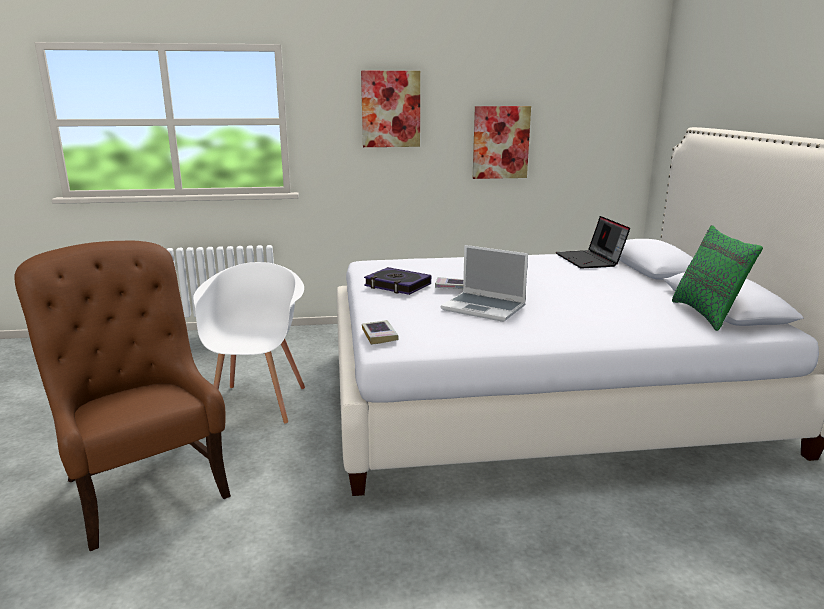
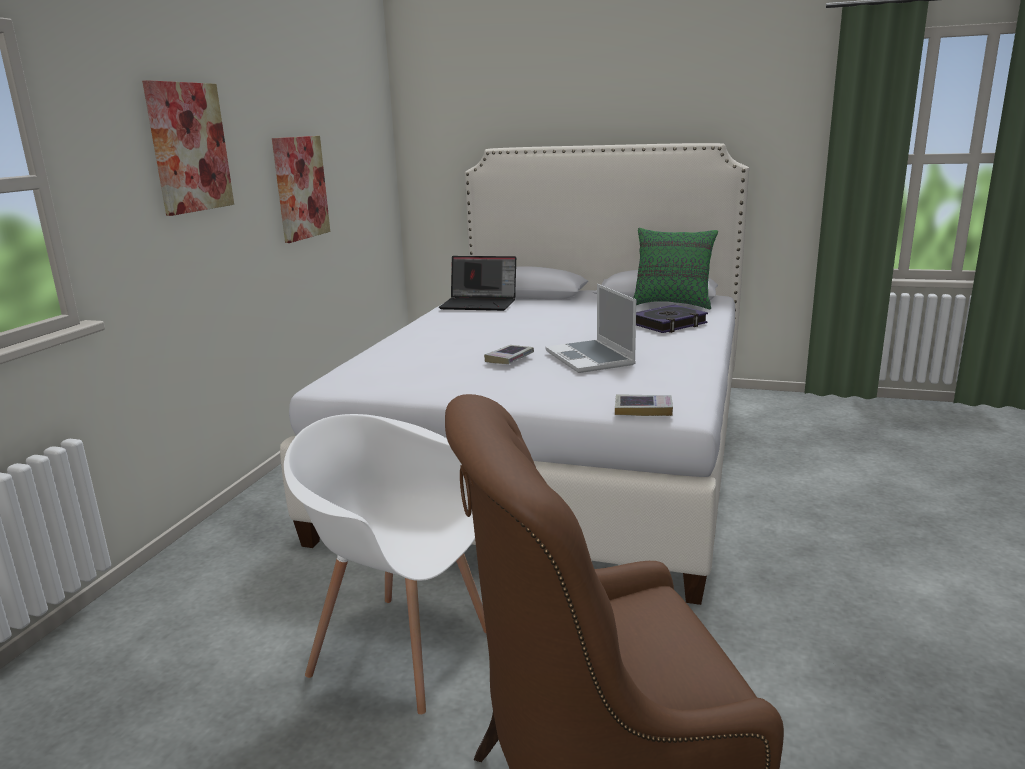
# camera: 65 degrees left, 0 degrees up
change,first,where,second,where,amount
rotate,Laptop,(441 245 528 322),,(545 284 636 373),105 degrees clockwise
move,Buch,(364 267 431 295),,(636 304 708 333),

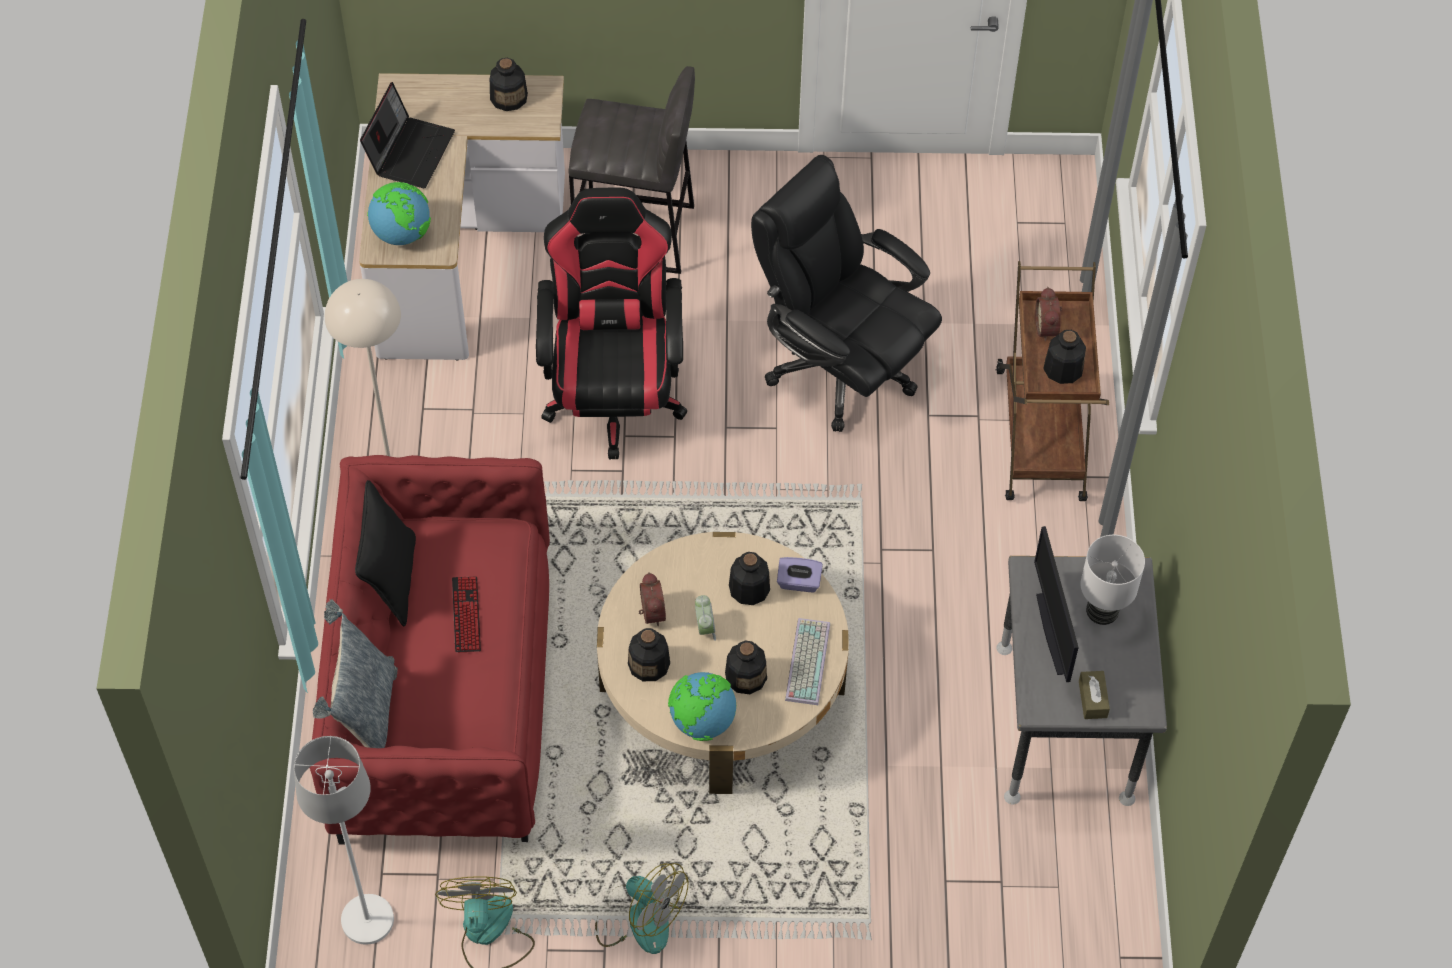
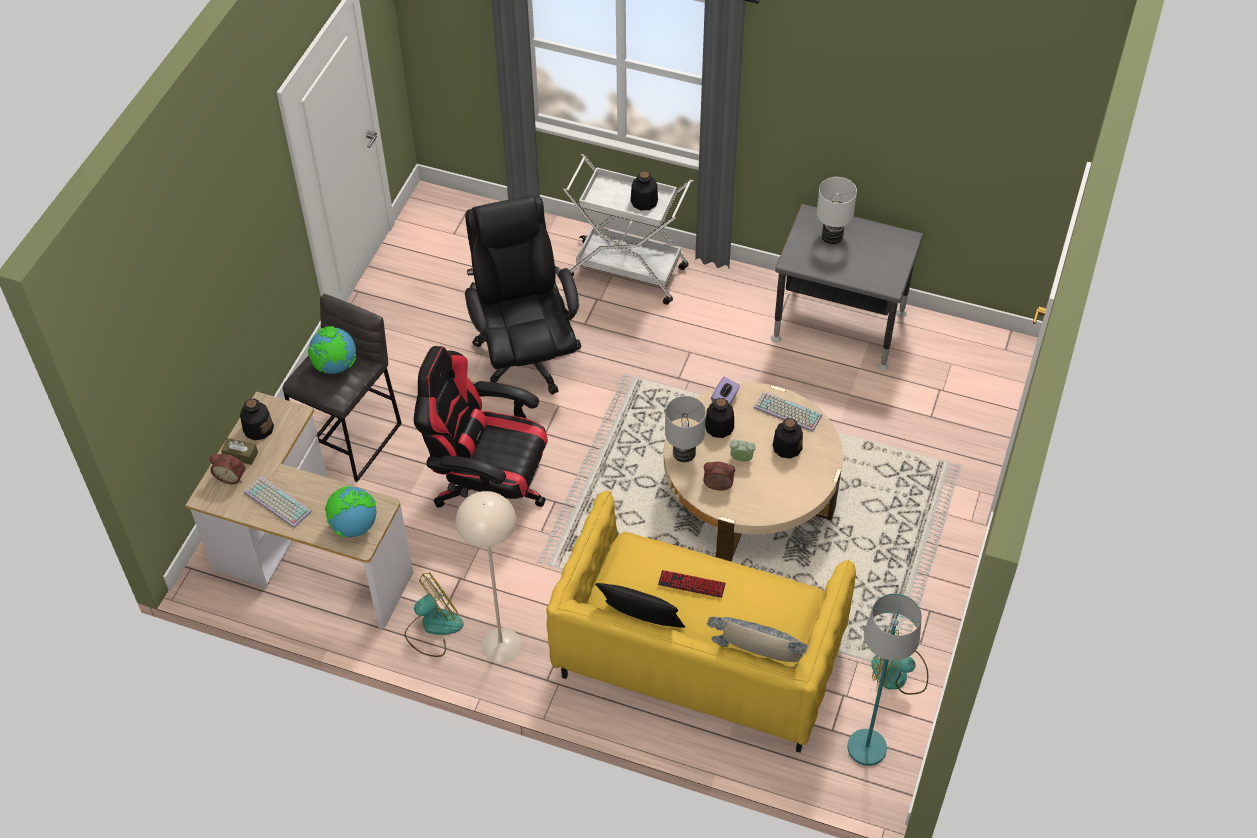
# camera: 70 degrees left, 5 degrees down
change,first,where,second,where,amount
move,Wecker,(1035 287 1062 341),,(210 454 245 484),
move,Taschentuchbox (braun),(1079 671 1110 719),,(221 438 258 465),
replace,Laptop,(360 82 455 188),Tastatur,(244 476 312 528),
move,Globus,(668 672 736 741),,(308 326 356 374),
move,Ventilator,(595 863 688 954),,(405 572 463 657),
rotate,Bürostuhl (schwarz),(751 155 942 432),,(465 195 581 395),105 degrees clockwise
recolor,Sofa (rot),(310 455 550 845),Sofa (gelb),(546 491 856 752),
recolor,Rollwagen (braun),(996 261 1109 501),Rollwagen (weiß),(563 154 694 305),
insert,,,Tischlampe (grau),(665 396 706 462),
recolor,Stehlampe (weiß),(294 736 394 945),Stehlampe (türkis),(847 593 922 766),
delete,Flasche,(628 628 670 681),,,
delete,Monitor,(1034 526 1079 682),,,

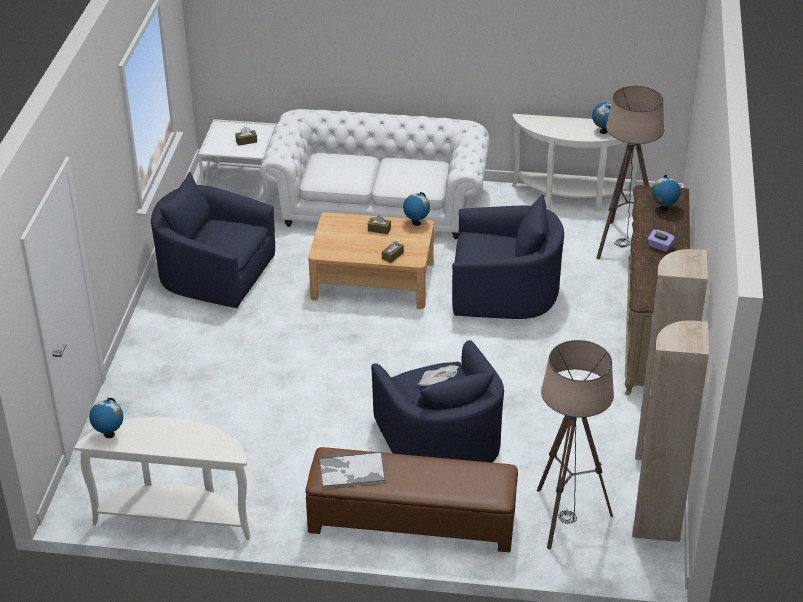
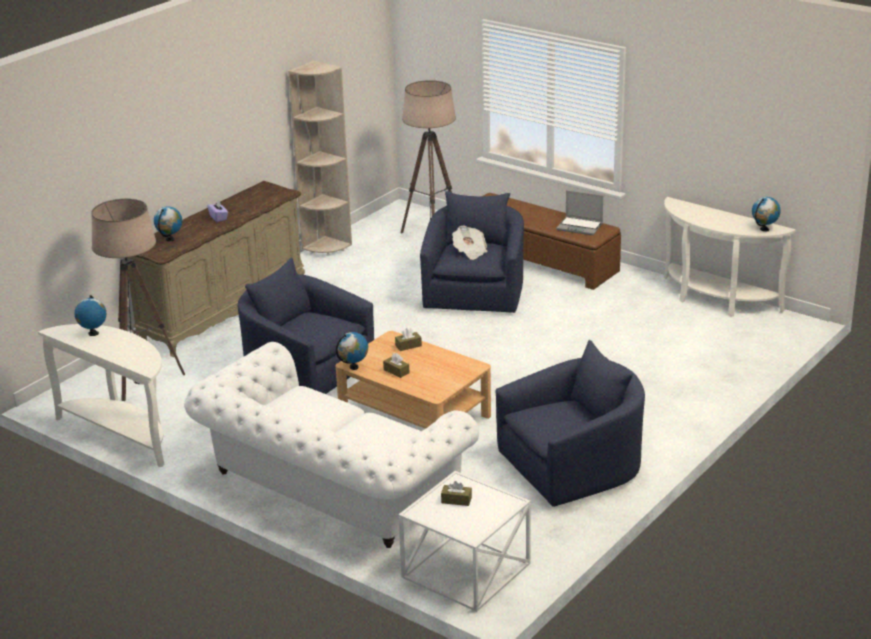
# camera: 150 degrees left, 10 degrees down
change,first,where,second,where,amount
rotate,Sessel (blau),(151 172 275 308),,(496 340 645 507),75 degrees counterclockwise
replace,Tablett,(319 452 386 488),Laptop,(556 190 603 235),
delete,Bücherregal (beige),(632 320 709 542),,,

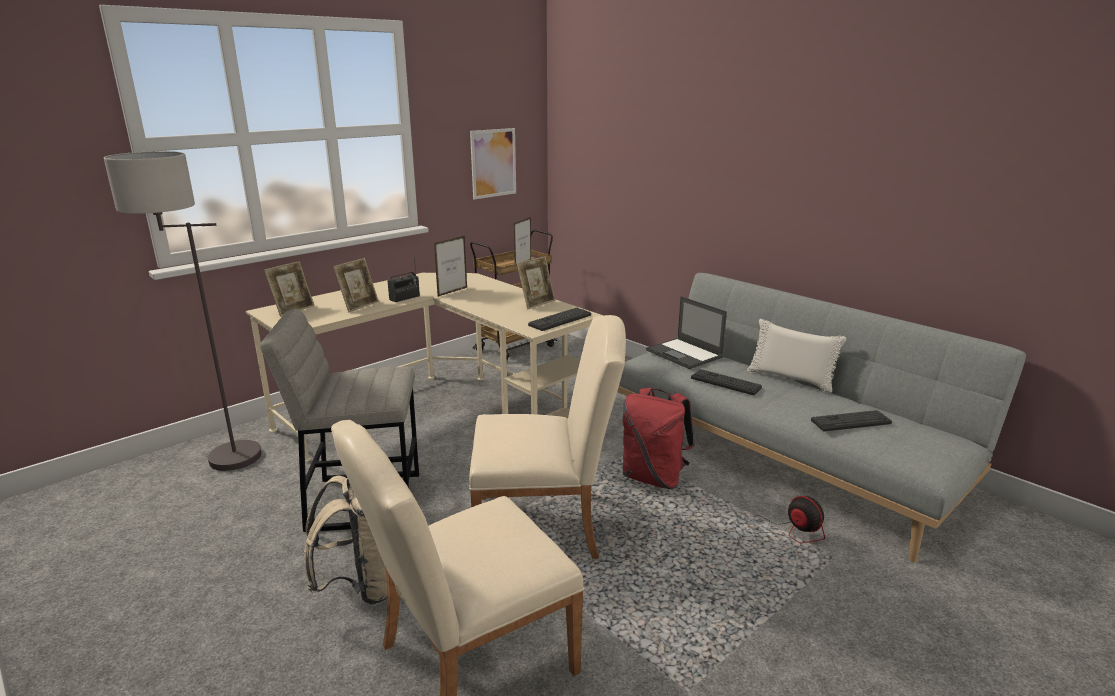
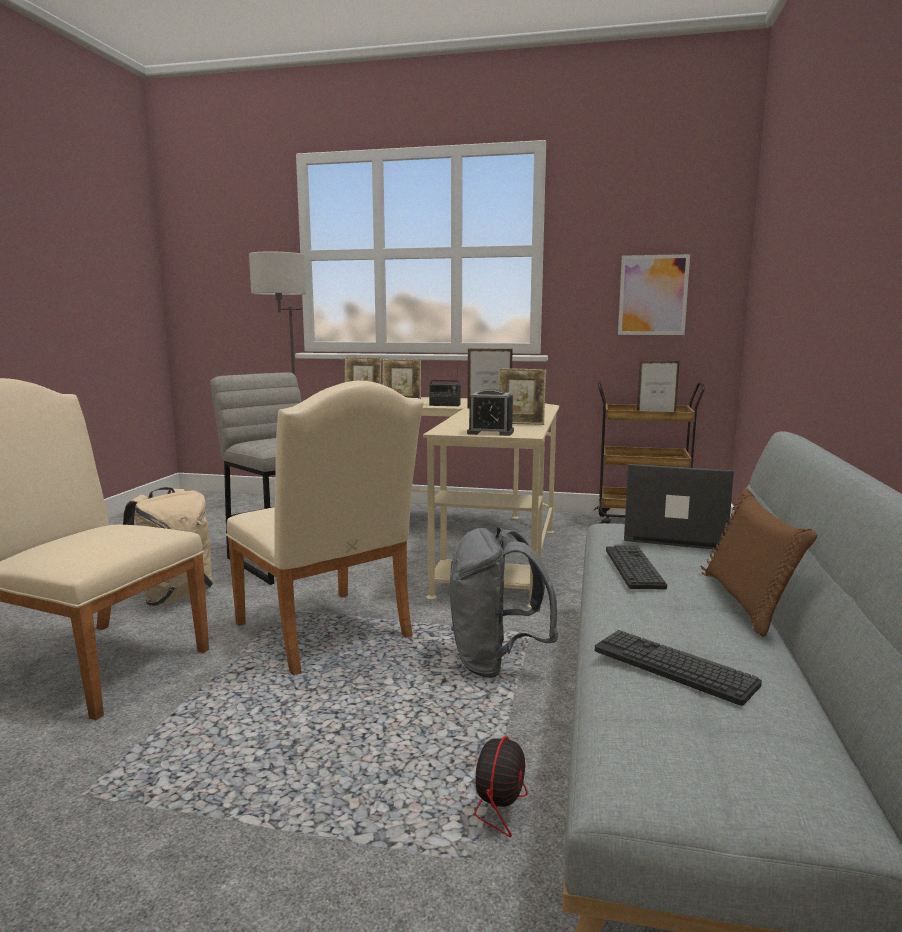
# camera: 55 degrees right, 10 degrees down
change,first,where,second,where,amount
recolor,Rucksack (rot),(622 388 695 489),Rucksack (grau),(450 527 559 678),
replace,Tastatur,(528 308 591 331),Wecker,(467 389 514 436),
rotate,Laptop,(646 296 727 369),,(624 464 734 550),90 degrees clockwise
recolor,Kissen (weiß),(747 319 846 393),Kissen (braun),(701 489 817 637),

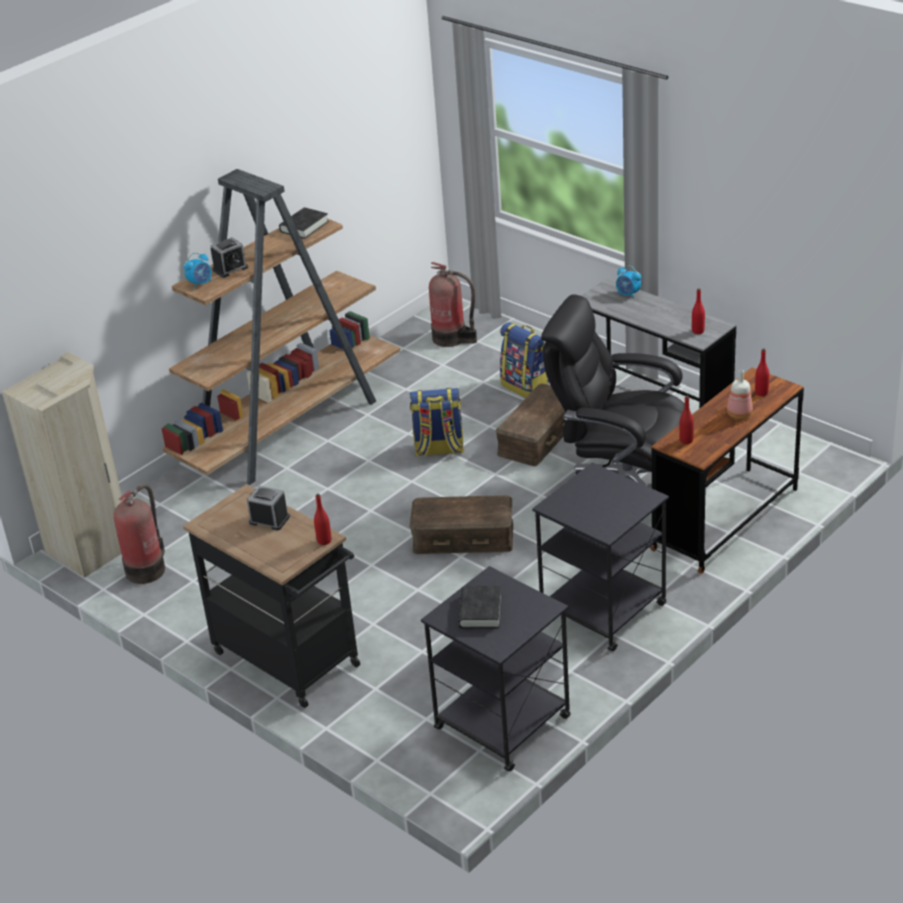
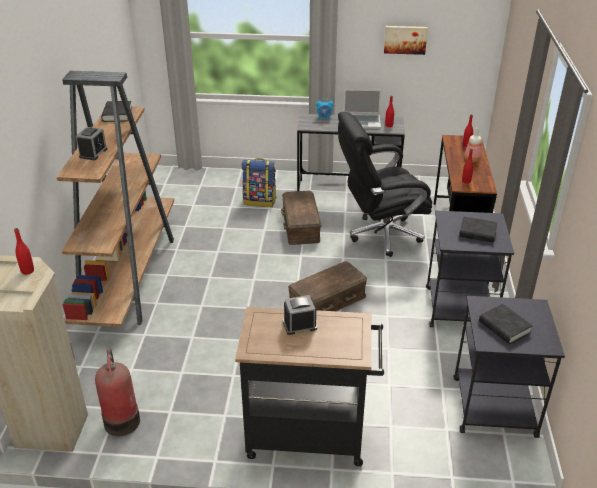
# camera: 40 degrees left, 0 degrees up
change,first,where,second,where,amount
move,Flasche (rot),(314 494 331 545),,(14 228 34 275),
insert,,,Laptop,(343 89 381 129),
insert,,,Bild,(384 26 428 55),
insert,,,Buch (schwarz),(459 217 497 243),
delete,Wecker,(183 253 212 289),,,
delete,Rucksack,(410 388 464 457),,,
delete,Feuerlöscher,(429 262 477 347),,,

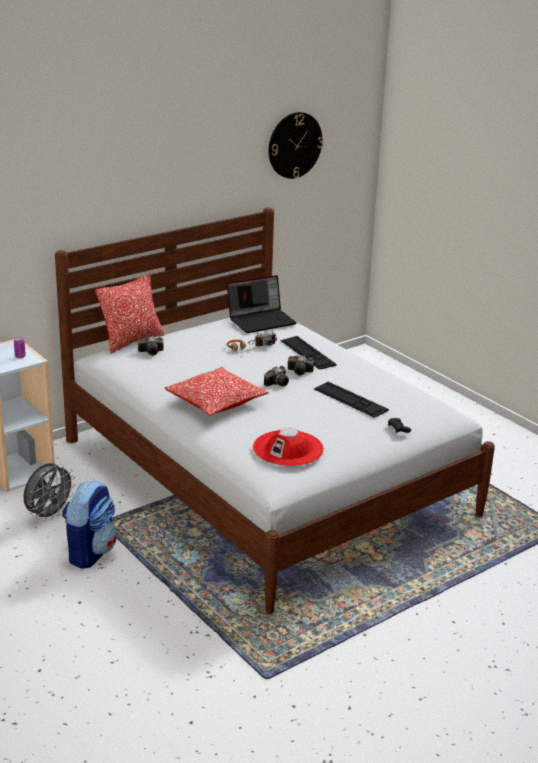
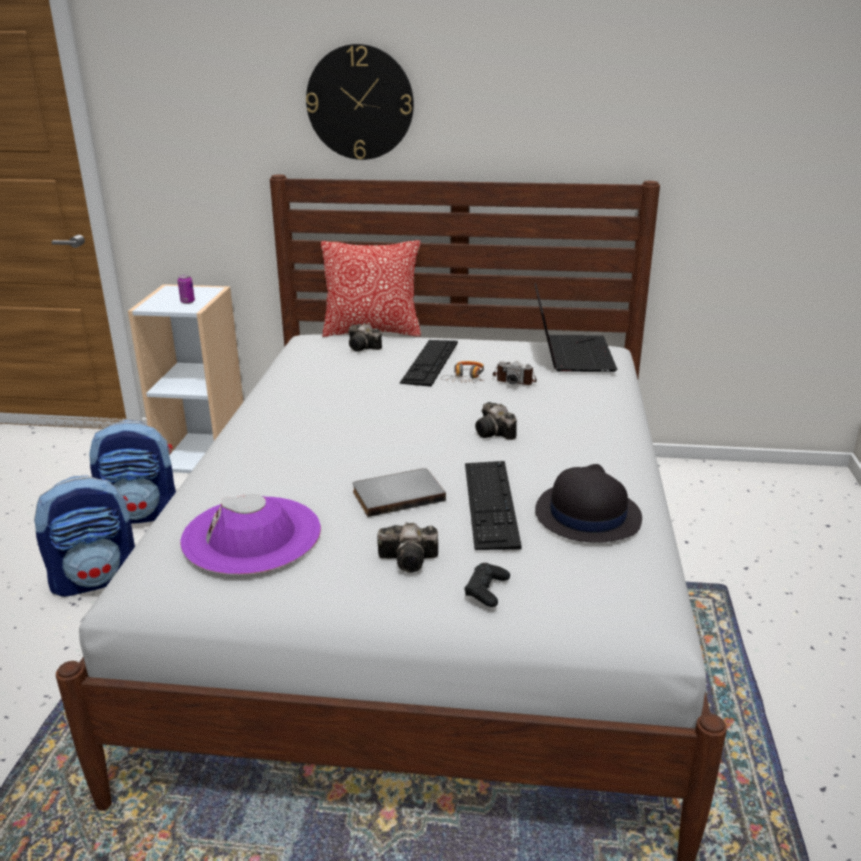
# camera: 45 degrees right, 0 degrees up
change,first,where,second,where,amount
replace,Ventilator (grau),(23 463 76 522),Rucksack,(89 420 176 524),
recolor,Hut (rot),(253 427 324 466),Hut (lila),(181 494 321 575),
move,Wanduhr,(269 112 323 179),,(306 44 414 160),
insert,,,Buch (grau),(352 468 446 517),
move,Kamera,(264 366 289 386),,(377 522 438 573),
move,Tastatur,(281 336 337 370),,(400 340 458 387),
rotate,Laptop,(227 275 297 333),,(535 283 617 372),105 degrees counterclockwise
insert,,,Hut (schwarz),(535 464 642 543),
delete,Kissen,(164 367 268 416),,,

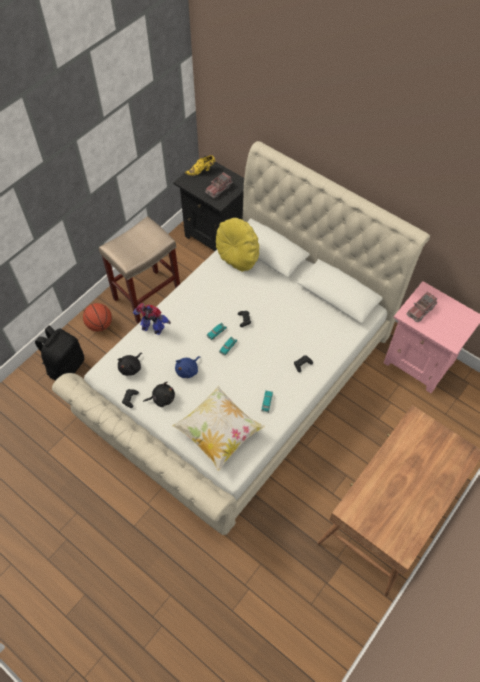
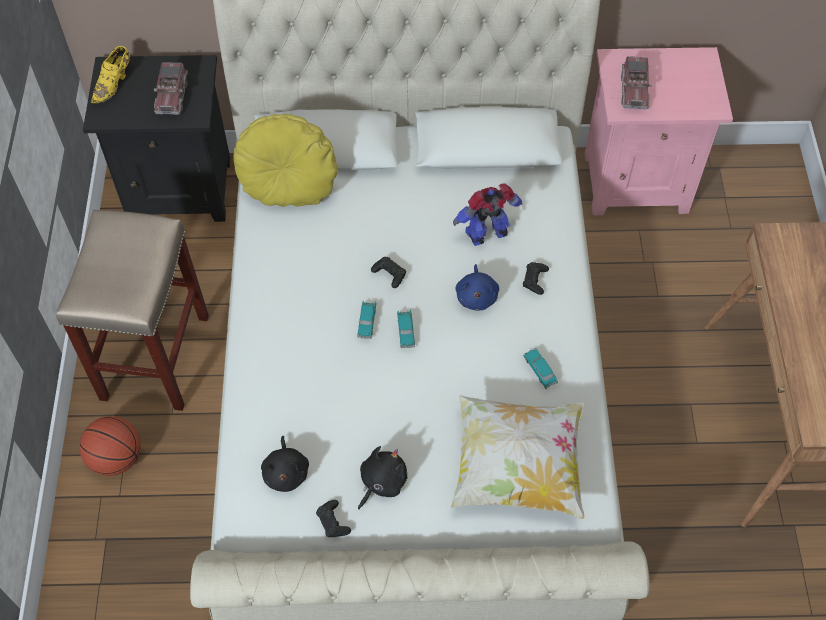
# camera: 40 degrees left, 0 degrees up
change,first,where,second,where,amount
move,Spielzeugroboter,(133 303 171 335),,(453 183 522 246),
move,Plüschtier (blau),(175 356 200 378),,(455 264 499 311),
delete,Rucksack (schwarz),(35 326 84 381),,,

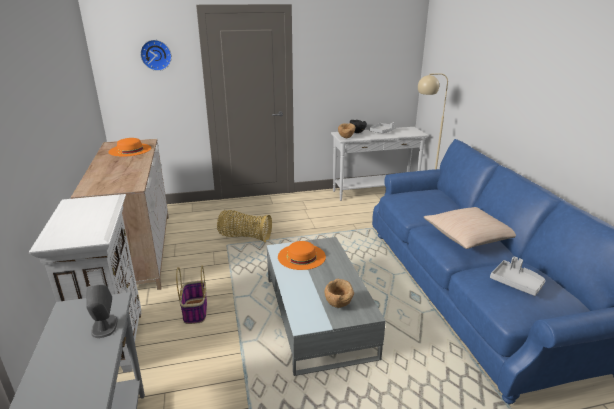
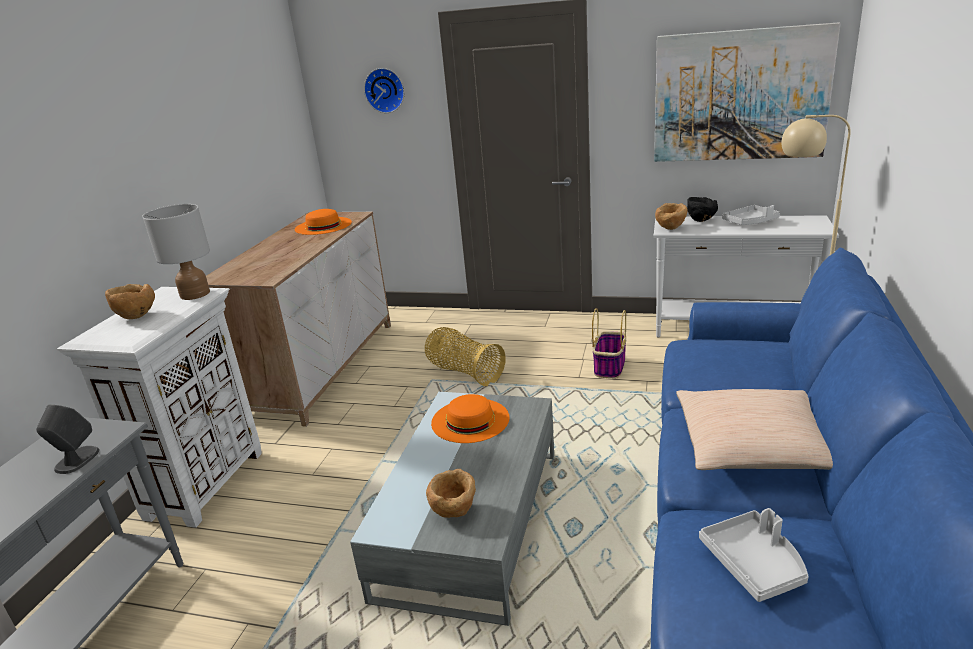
# camera: 30 degrees right, 0 degrees up
change,first,where,second,where,amount
insert,,,Schüssel (braun),(105 284 155 319),
insert,,,Tischlampe (grau),(142 204 210 300),
move,Korb,(176 266 207 324),,(592 308 626 379),
insert,,,Bild,(654 22 840 162),

